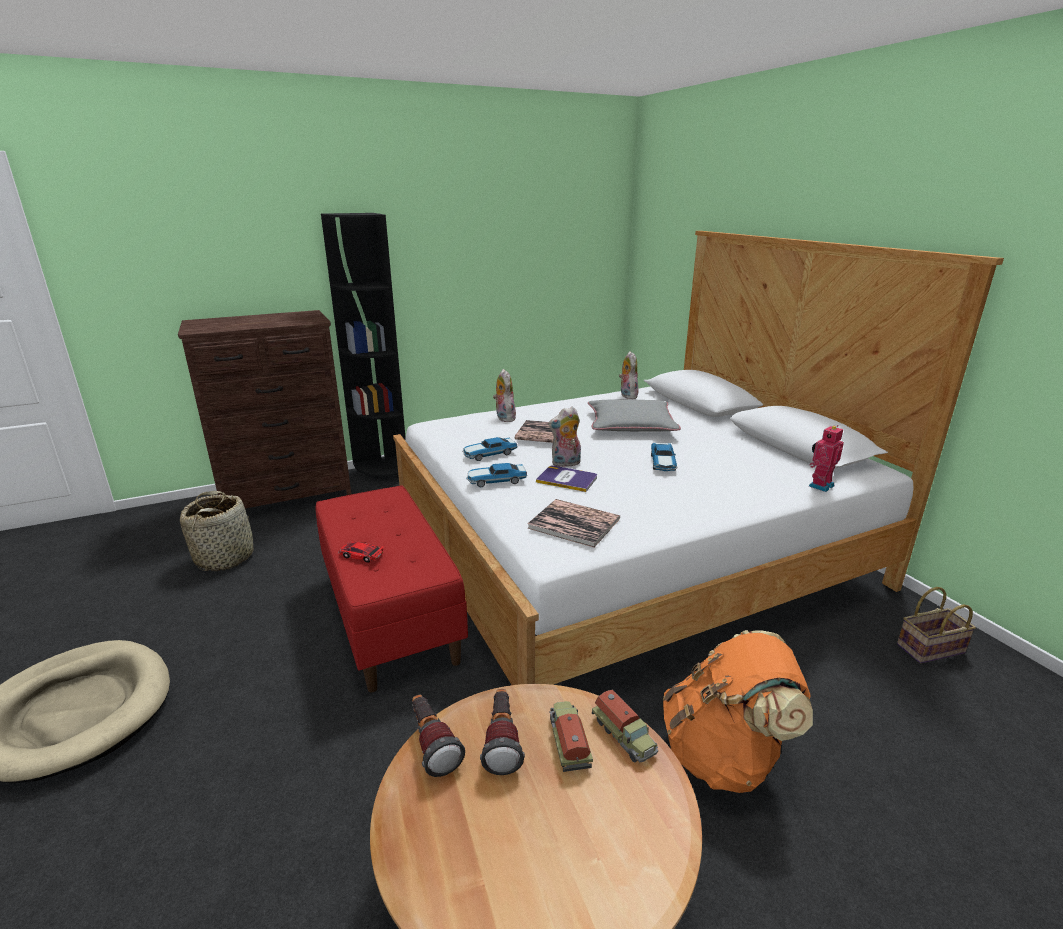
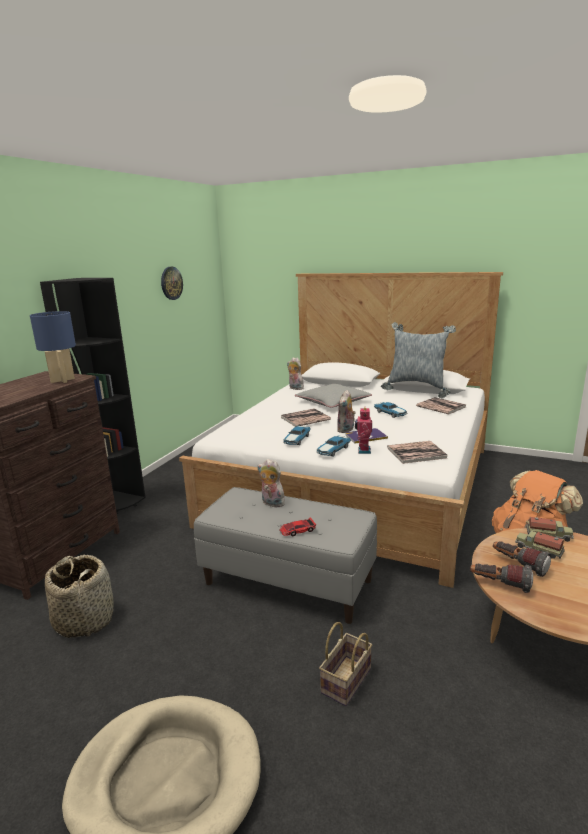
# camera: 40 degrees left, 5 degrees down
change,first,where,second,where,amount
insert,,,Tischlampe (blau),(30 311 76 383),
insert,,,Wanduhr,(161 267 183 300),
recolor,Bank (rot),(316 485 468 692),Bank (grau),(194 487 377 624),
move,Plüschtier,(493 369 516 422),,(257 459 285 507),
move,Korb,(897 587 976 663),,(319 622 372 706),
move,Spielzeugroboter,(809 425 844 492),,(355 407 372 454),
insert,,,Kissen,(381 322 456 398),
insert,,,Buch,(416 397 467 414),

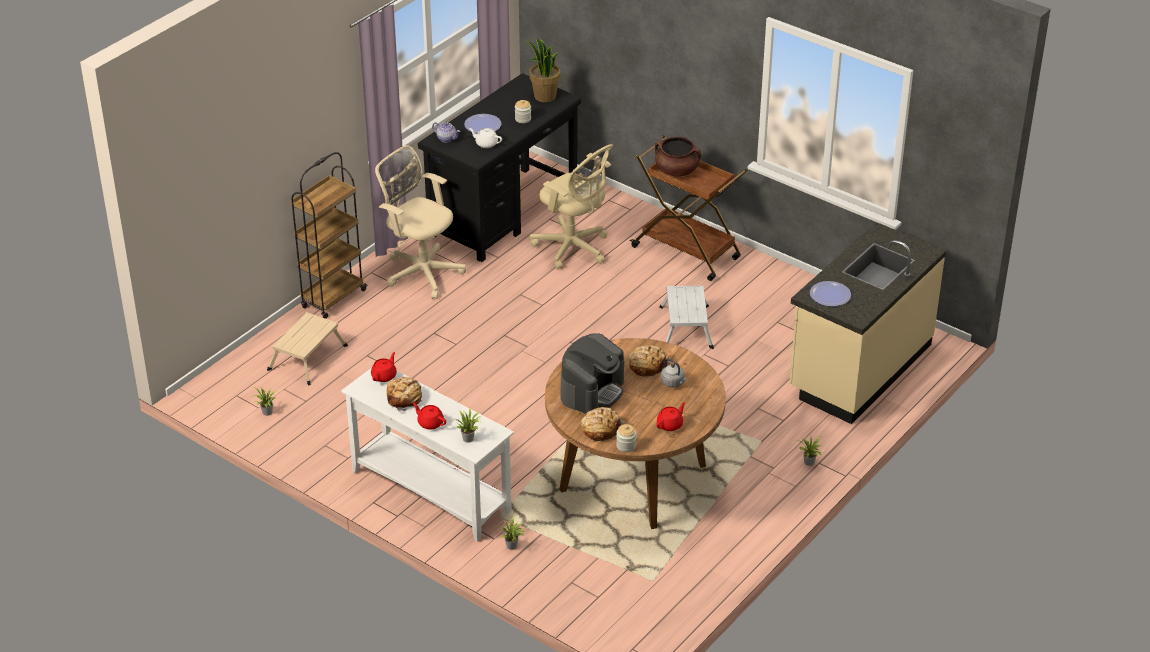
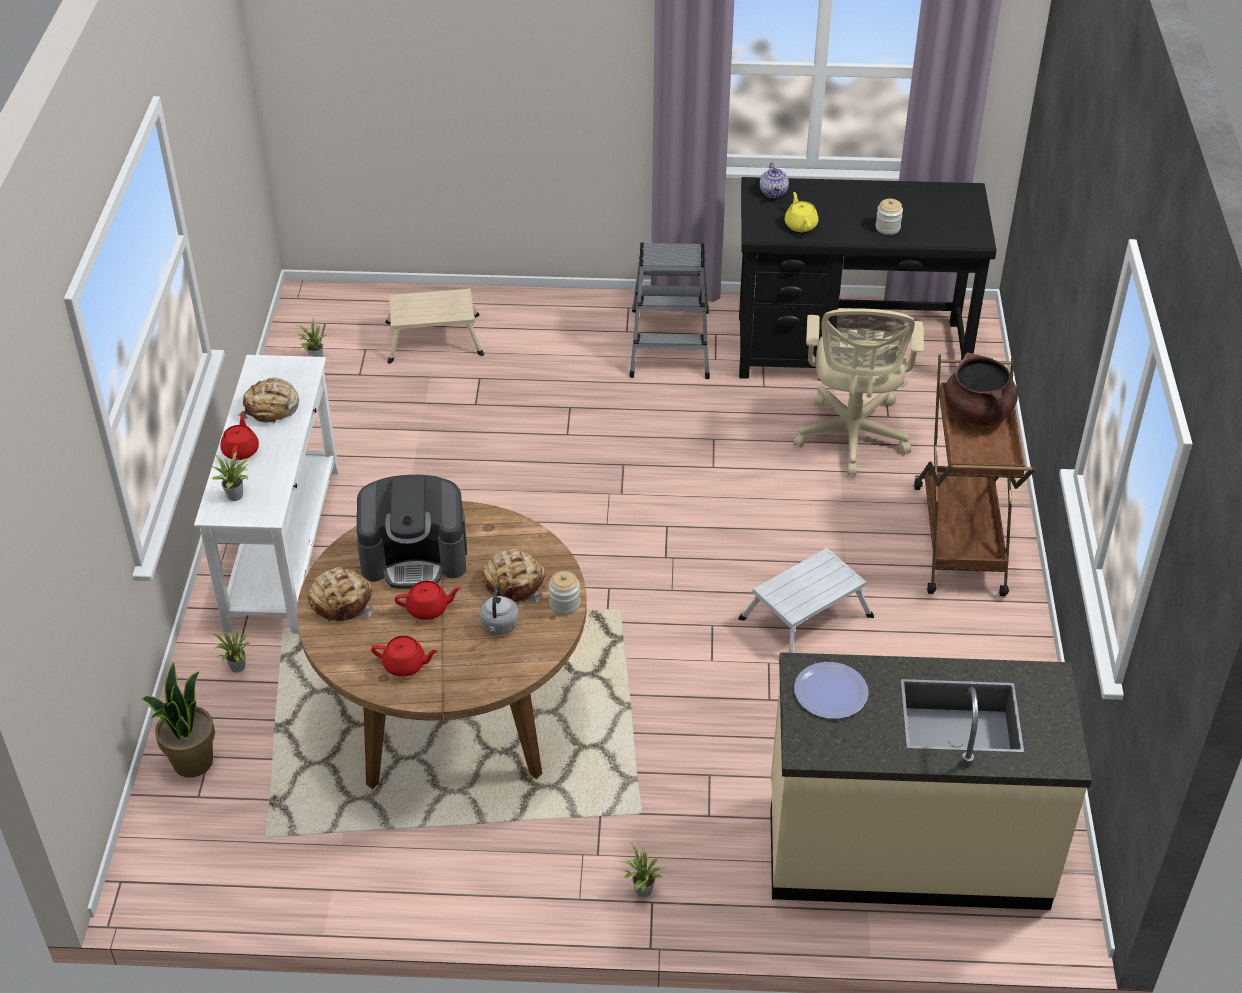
# camera: 55 degrees right, 5 degrees up
change,first,where,second,where,amount
move,Topfpflanze,(527 39 560 102),,(142 662 215 778),
move,Teekanne (rot),(371 352 397 382),,(395 581 461 620),
move,Vorratsglas,(616 424 637 452),,(548 571 580 615),
replace,Bürostuhl (beige),(375 145 466 299),Trittleiter (grau),(630 242 710 379),
recolor,Teekanne (weiß),(469 128 502 148),Teekanne (gelb),(785 192 819 232),
delete,Rollwagen (braun),(291 152 368 319),,,
delete,Teller,(464 114 502 134),,,

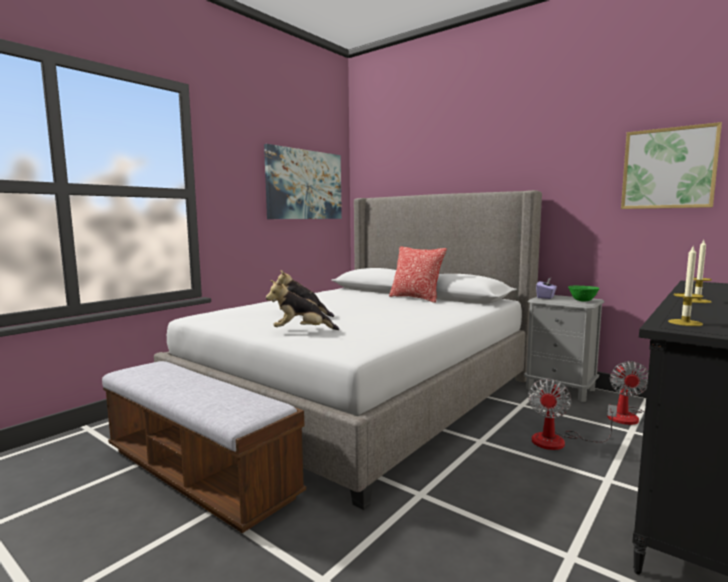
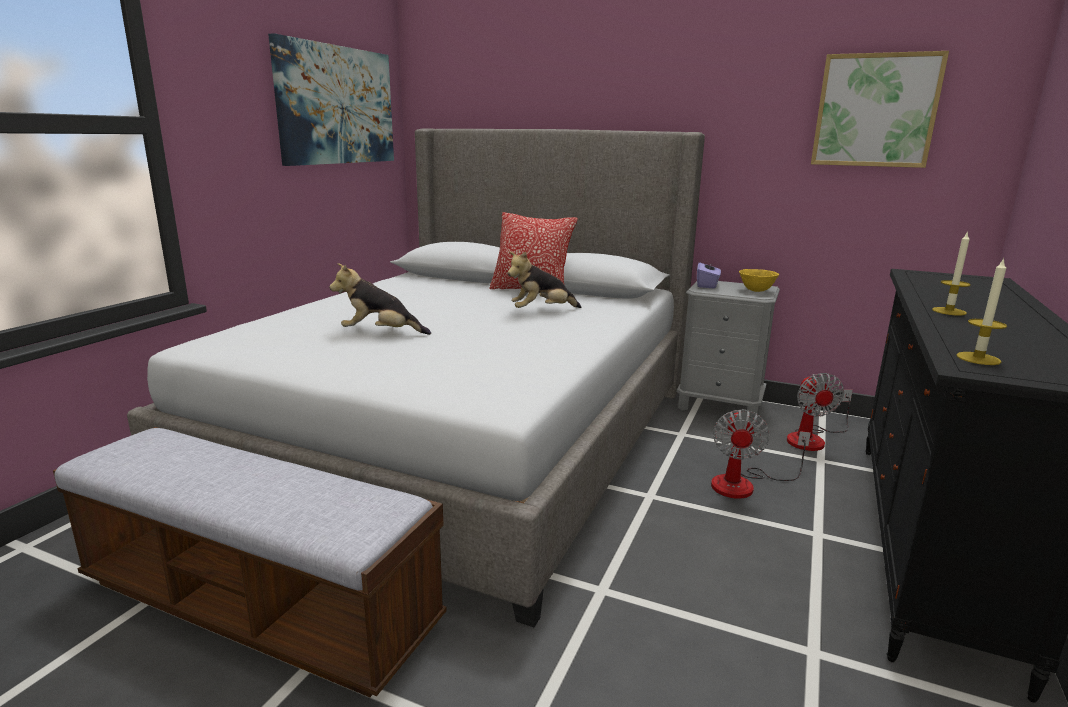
# camera: 15 degrees left, 10 degrees up
change,first,where,second,where,amount
move,Plüschtier,(266 280 339 330),,(507 251 581 308),
recolor,Schüssel (grün),(568 285 599 302),Schüssel (gelb),(739 269 779 292),

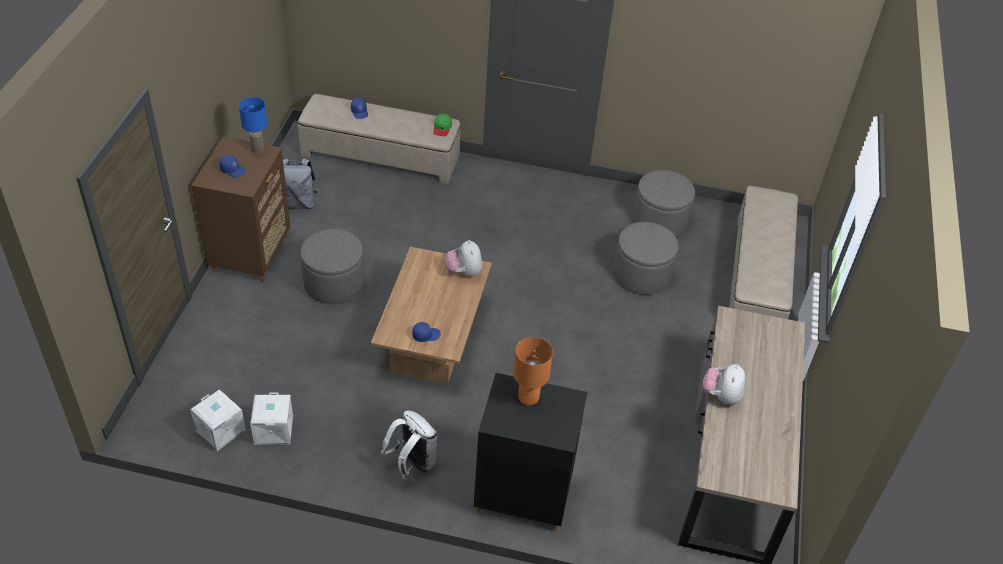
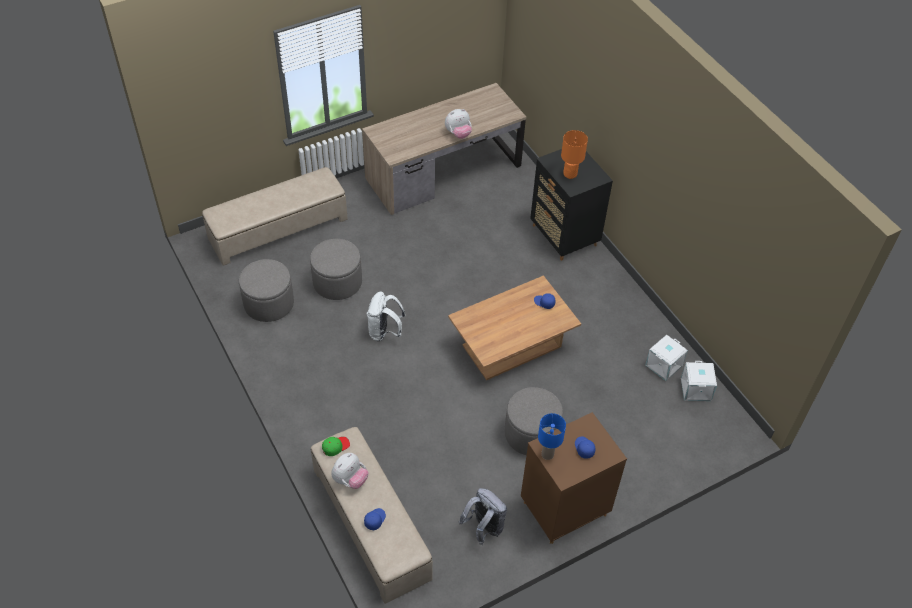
# camera: 130 degrees left, 5 degrees up
change,first,where,second,where,amount
move,Plüschtier,(446 240 482 277),,(332 453 369 489),
move,Rucksack (weiß),(381 410 437 479),,(367 291 406 341),

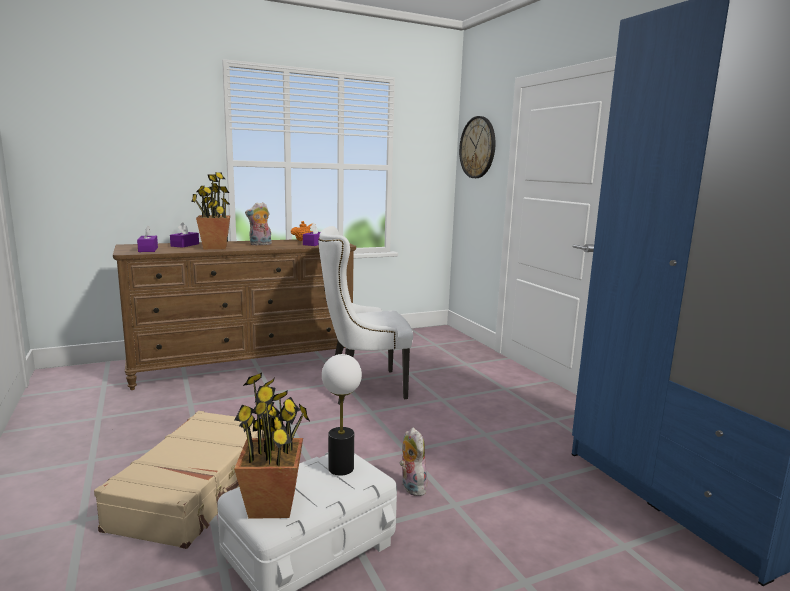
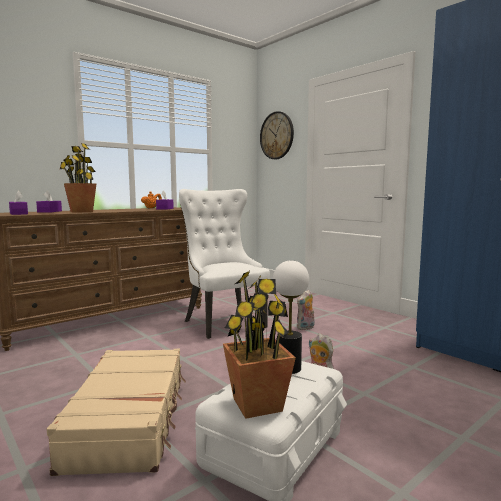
# camera: 15 degrees left, 5 degrees down
change,first,where,second,where,amount
rotate,Stuhl (weiß),(319 226 413 405),,(179 189 270 339),90 degrees clockwise
move,Plüschtier,(245 202 272 245),,(297 290 315 330),

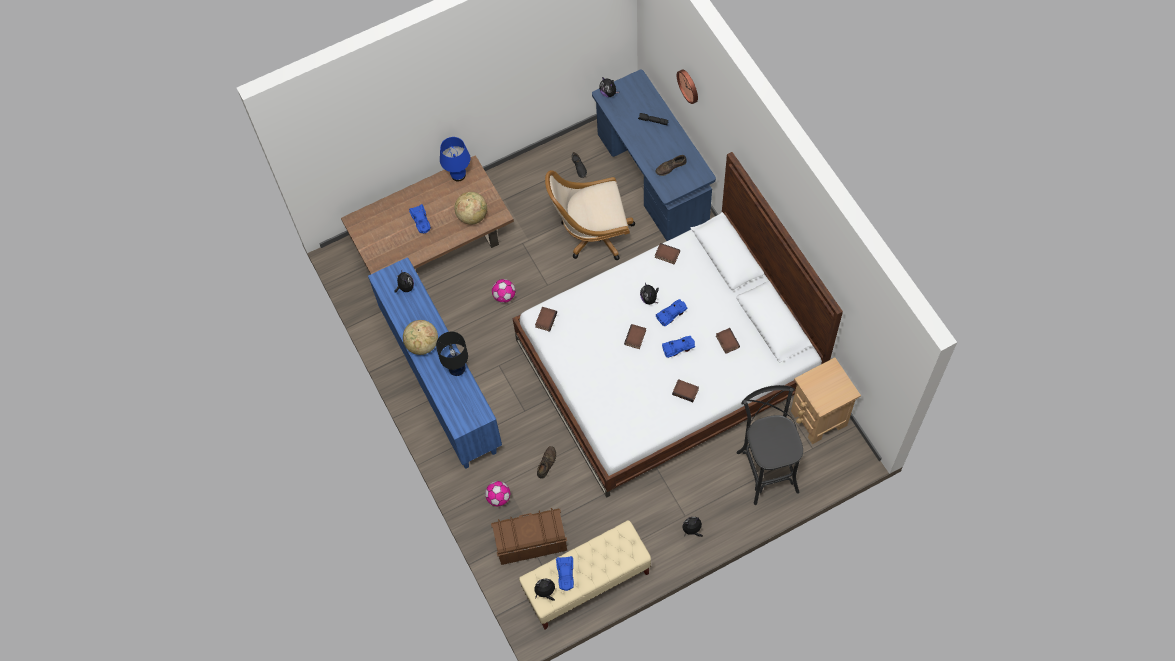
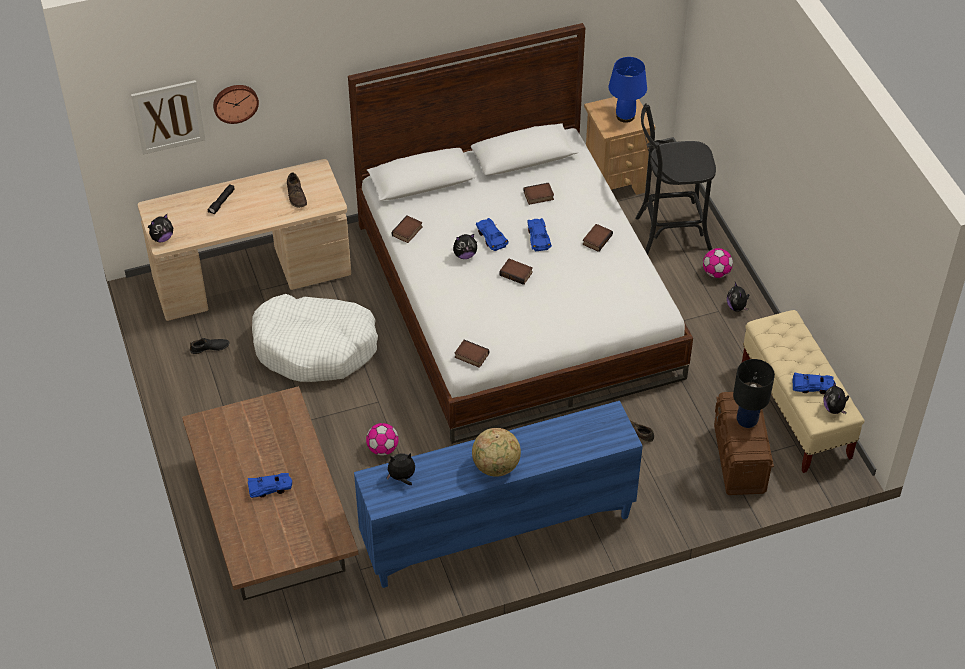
# camera: 85 degrees left, 15 degrees down
change,first,where,second,where,amount
insert,,,Bild,(131 80 205 154),
recolor,Schreibtisch (blau),(592 69 716 241),Schreibtisch (beige),(138 159 351 321),
replace,Bürostuhl,(545 170 635 260),Hundebett (weiß),(252 294 378 382),
move,Tischlampe (blau),(440 137 470 181),,(608 57 647 123),
move,Fußball,(485 481 510 506),,(703 248 733 278),
move,Tischlampe (schwarz),(436 332 468 376),,(733 359 775 428),
delete,Globus,(454 192 487 225),,,

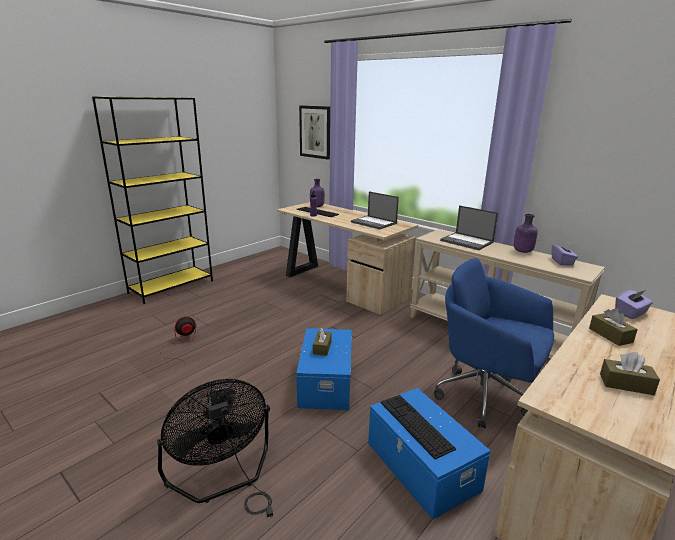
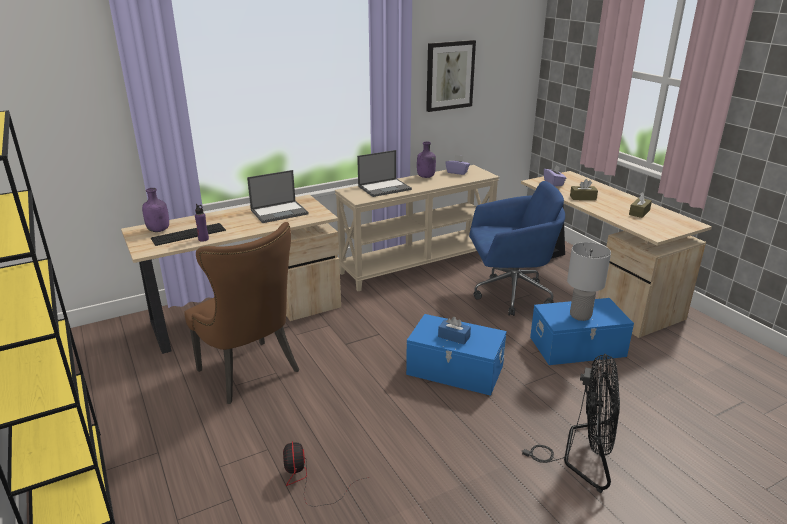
# camera: 70 degrees left, 5 degrees up
change,first,where,second,where,amount
insert,,,Stuhl (braun),(184 222 299 404),
move,Bild,(299 105 330 160),,(426 40 476 112),
recolor,Taschentuchbox (braun),(313 328 332 356),Taschentuchbox (blau),(438 317 471 344),
rotate,Bürostuhl (blau),(434 258 554 428),,(469 181 565 316),150 degrees counterclockwise
rotate,Ventilator (schwarz),(157 379 273 518),,(521 354 620 493),150 degrees counterclockwise
replace,Tastatur,(381 395 456 459),Tischlampe (grau),(567 242 611 321),

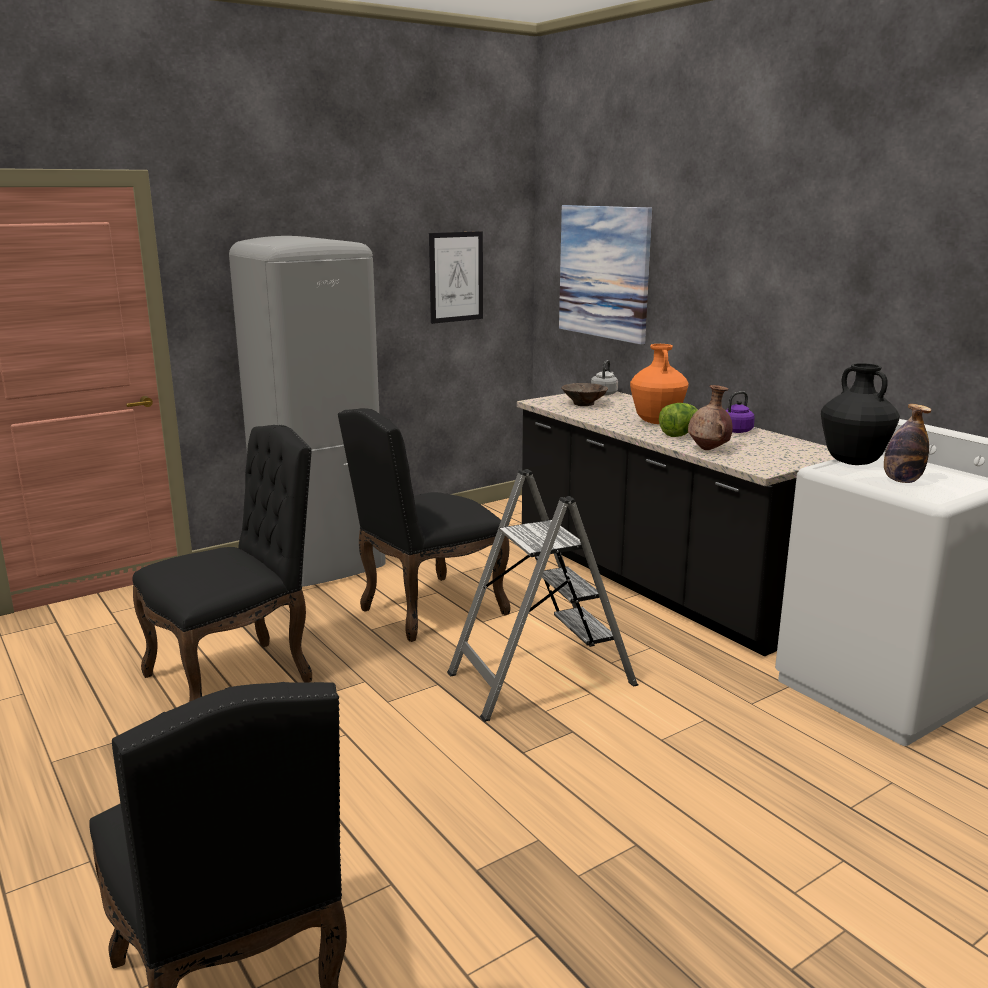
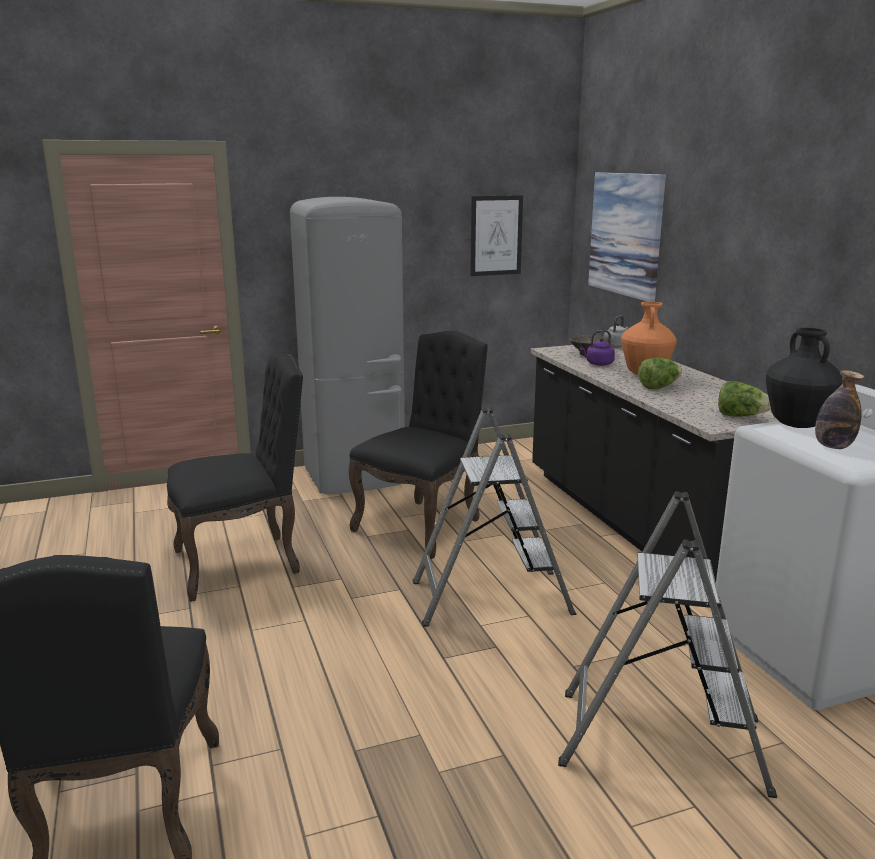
# camera: 15 degrees right, 0 degrees up
change,first,where,second,where,amount
rotate,Stuhl (schwarz),(338 408 510 642),,(349 331 488 559),150 degrees clockwise
insert,,,Trittleiter (grau),(558 491 777 798),
move,Wasserkessel (lila),(725 391 755 433),,(580 330 615 366),
insert,,,Salatkopf,(718 381 771 417),
delete,Vase (braun),(688 385 733 450),,,

